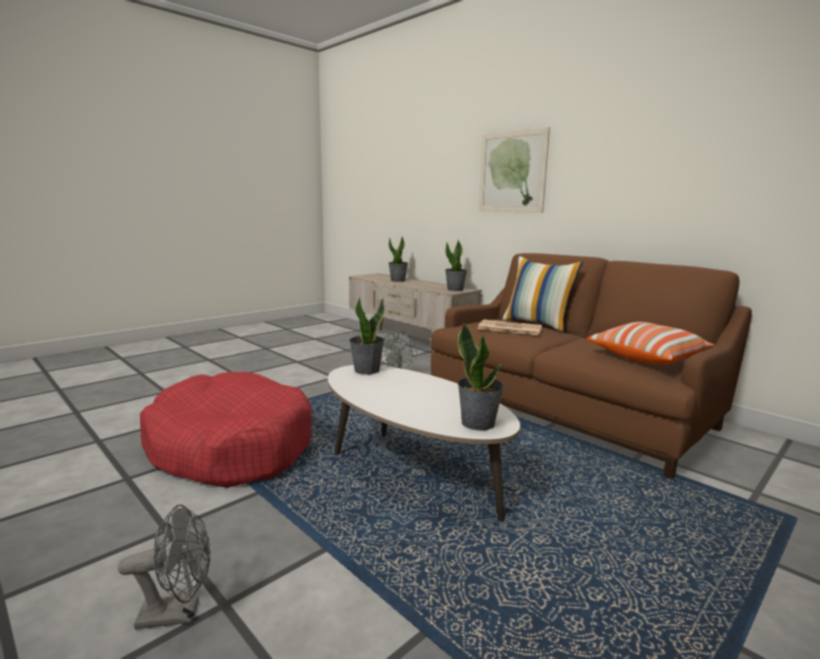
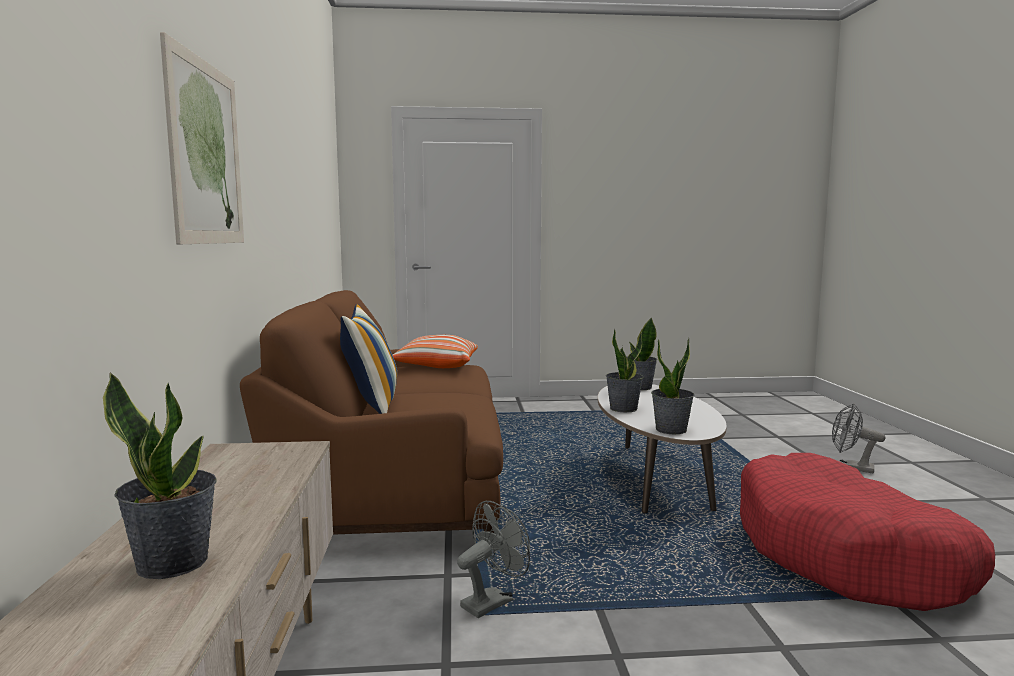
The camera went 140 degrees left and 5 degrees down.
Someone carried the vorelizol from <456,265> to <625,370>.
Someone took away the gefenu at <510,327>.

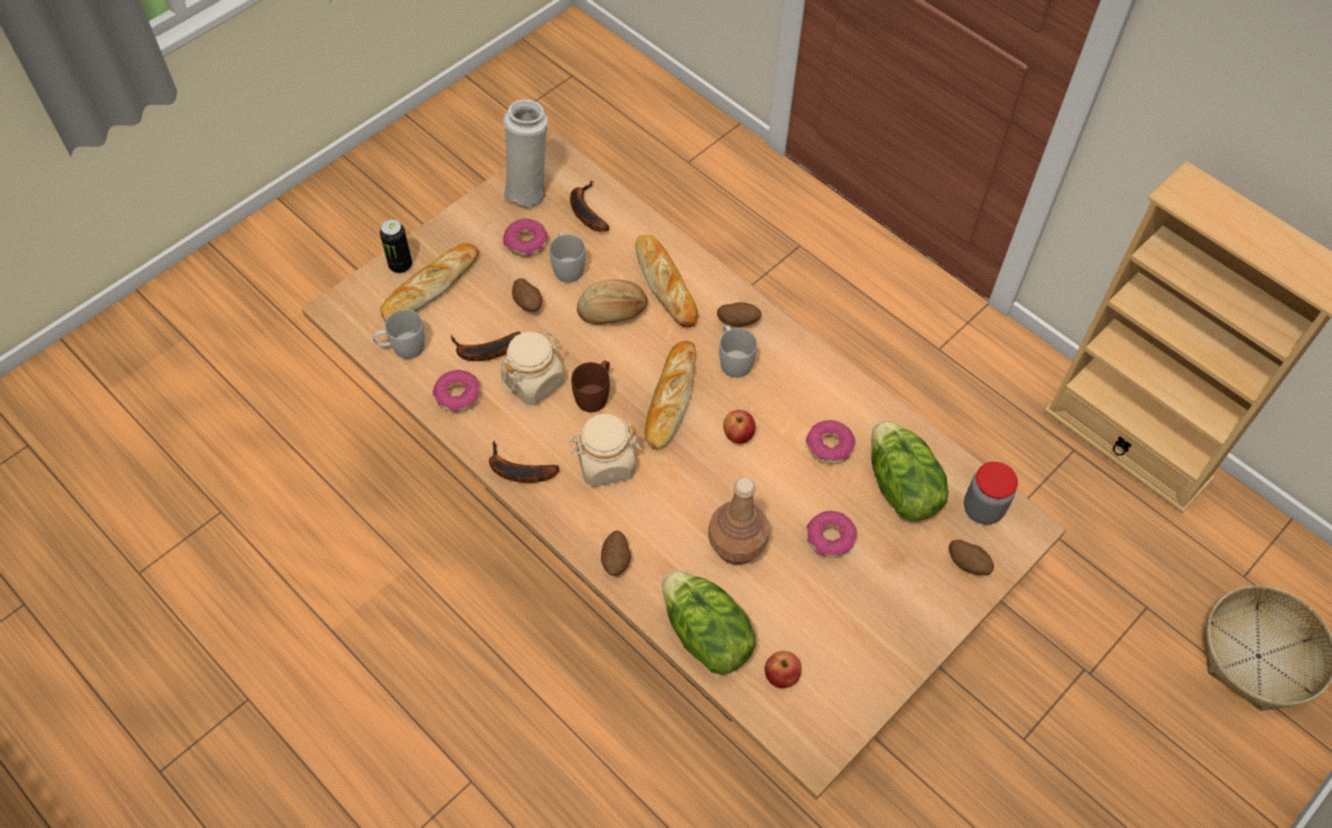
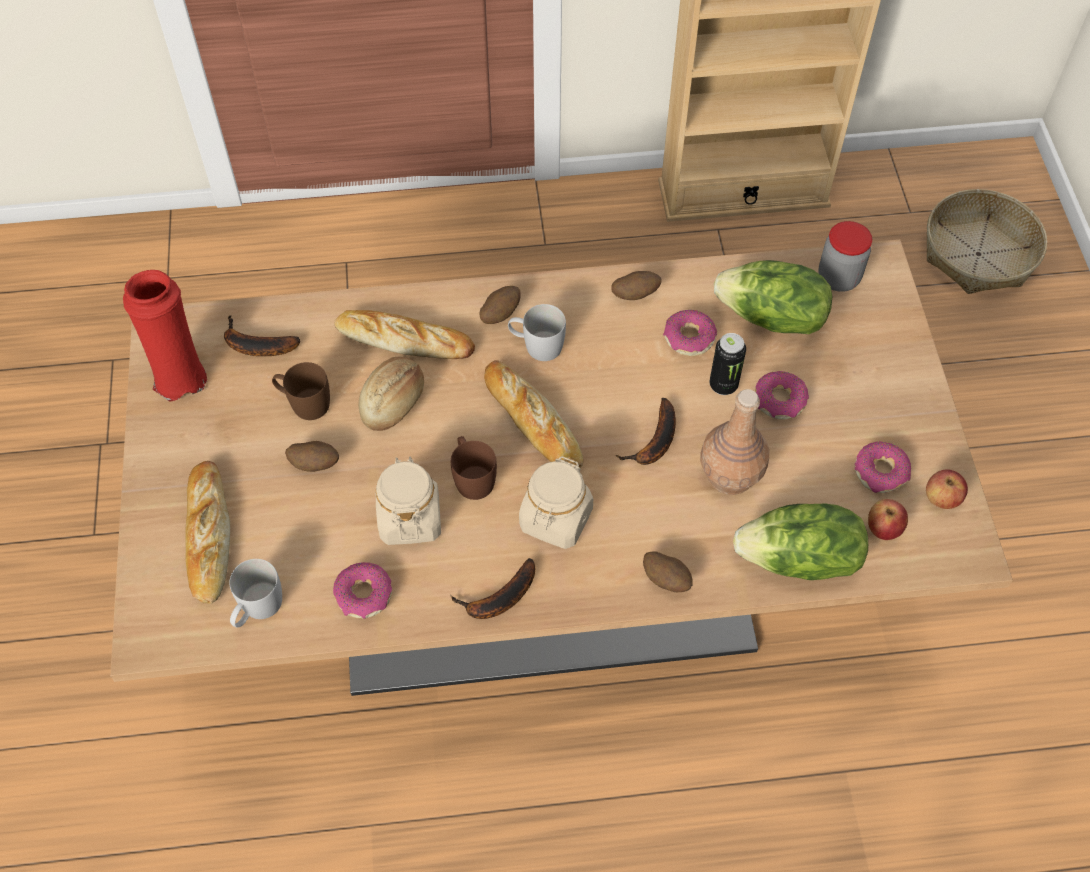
The camera went 50 degrees left and 0 degrees up.
Someone carried the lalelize from <396,246> to <727,364>.
Someone carried the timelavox from <486,346> to <646,431>.
Someone repainted the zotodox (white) at <525,154>, which became the zotodox (red) at <165,336>.
Someone carried the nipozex from <525,237> to <882,467>.
Someone repainted the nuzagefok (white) at <567,257>, which became the nuzagefok (brown) at <301,391>.
Someone carried the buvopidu from <739,427> to <947,489>.
Someone carried the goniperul from <971,557> to <636,285>.

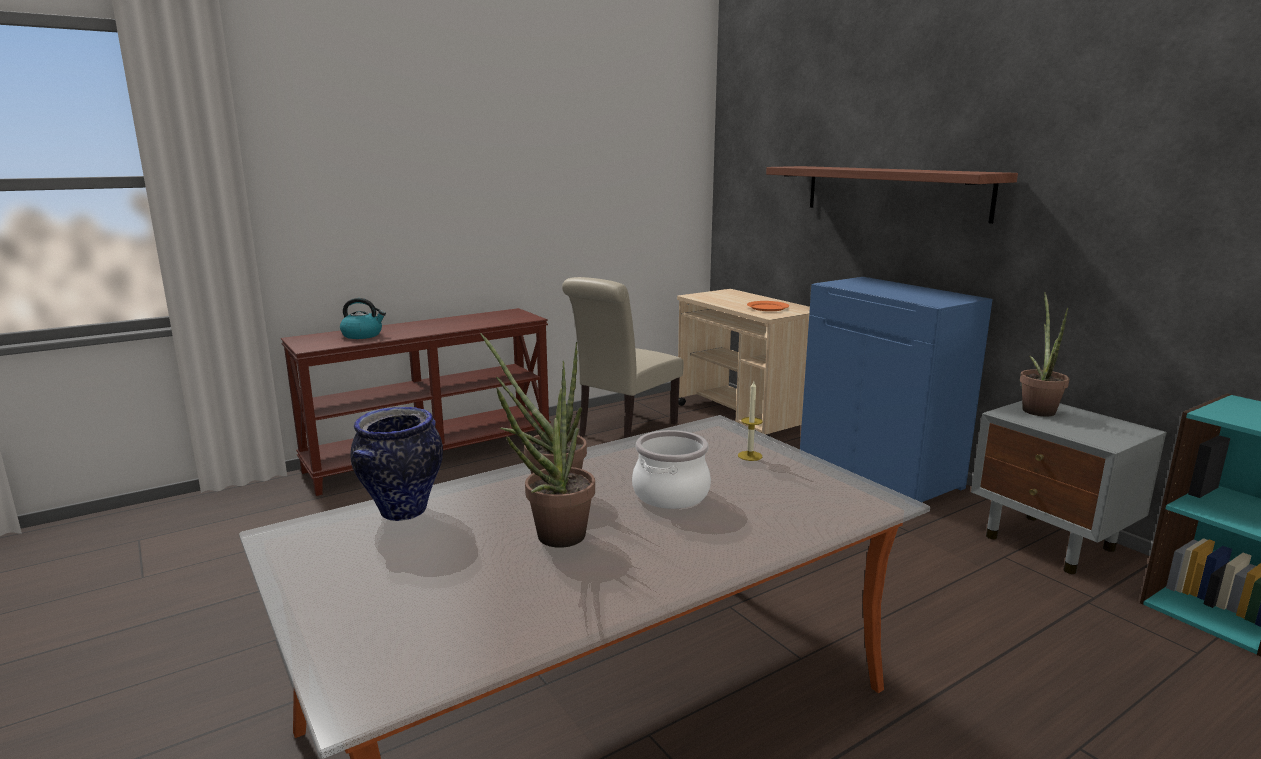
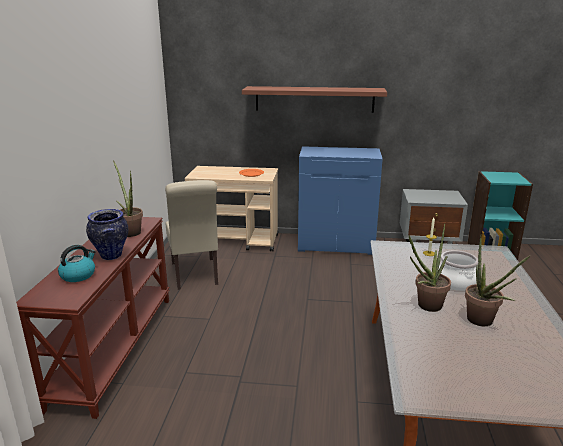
The camera went 50 degrees left and 5 degrees up.
Someone carried the zotodox from <396,464> to <107,234>.
Someone carried the vorelizol from <1044,354> to <128,198>.

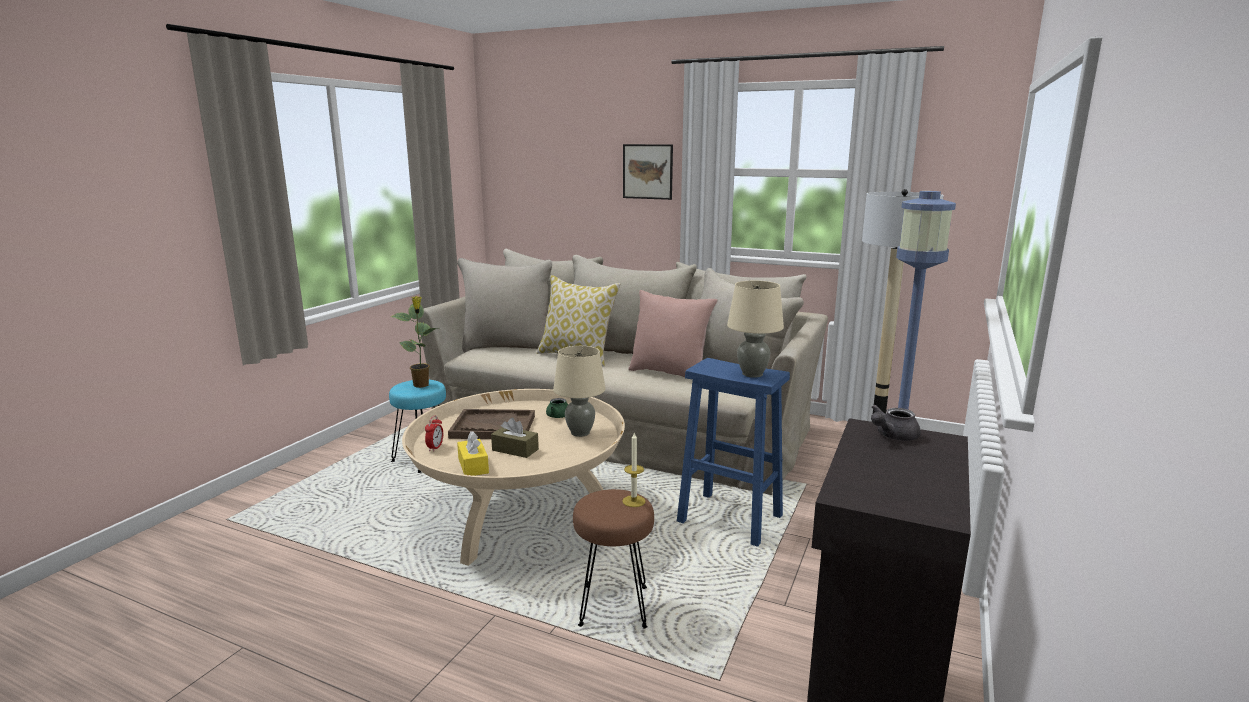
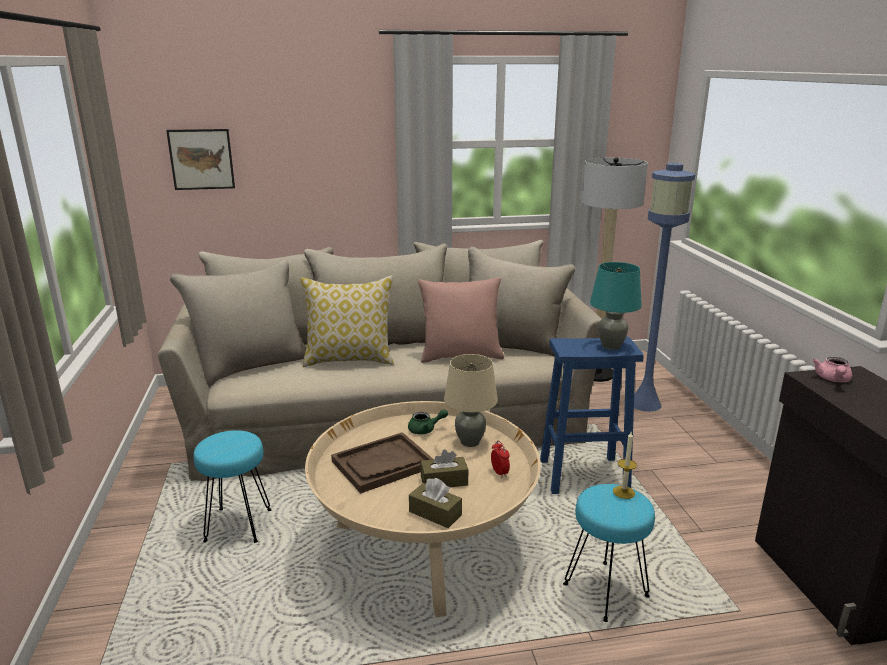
The camera went 35 degrees left and 5 degrees up.
Someone took away the vorelizol at <413,342>.
Someone carried the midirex from <434,434> to <500,459>.
Someone repainted the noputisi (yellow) at <473,453>, which became the noputisi (brown) at <435,503>.
Someone repainted the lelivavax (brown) at <613,558>, which became the lelivavax (turquoise) at <609,553>.
Someone carried the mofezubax from <648,172> to <200,159>.
Someone repainted the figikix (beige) at <755,329>, which became the figikix (turquoise) at <616,306>.
Someone repainted the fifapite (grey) at <896,423>, which became the fifapite (pink) at <832,369>.

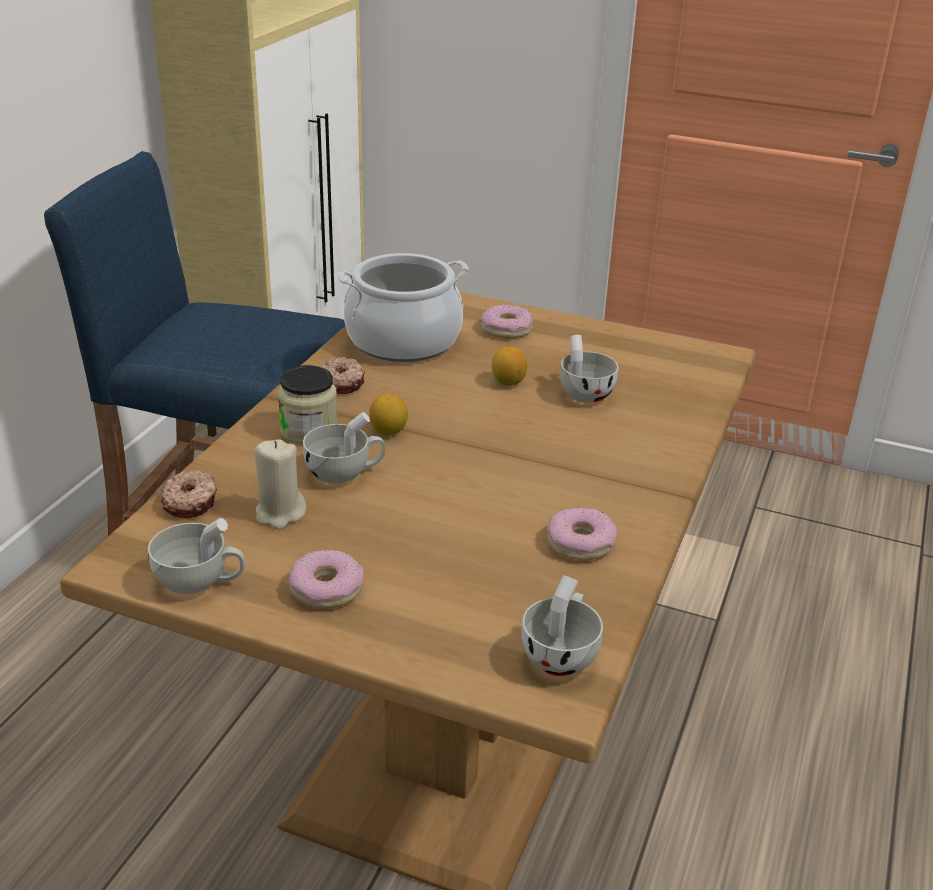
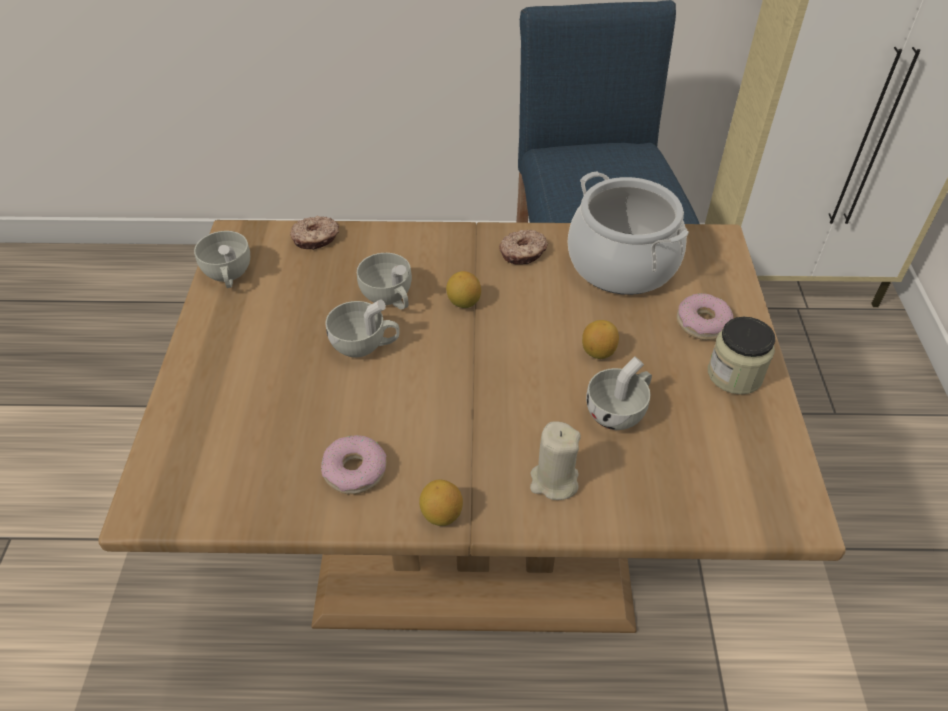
The camera went 70 degrees right and 15 degrees up.
Someone carried the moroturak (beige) from <281,484> to <555,460>.
Someone carried the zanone from <308,404> to <741,356>.
Someone took away the nipozex at <326,579>.
Someone carried the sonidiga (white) from <562,625> to <362,328>.
Someone put down the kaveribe at <441,503>.

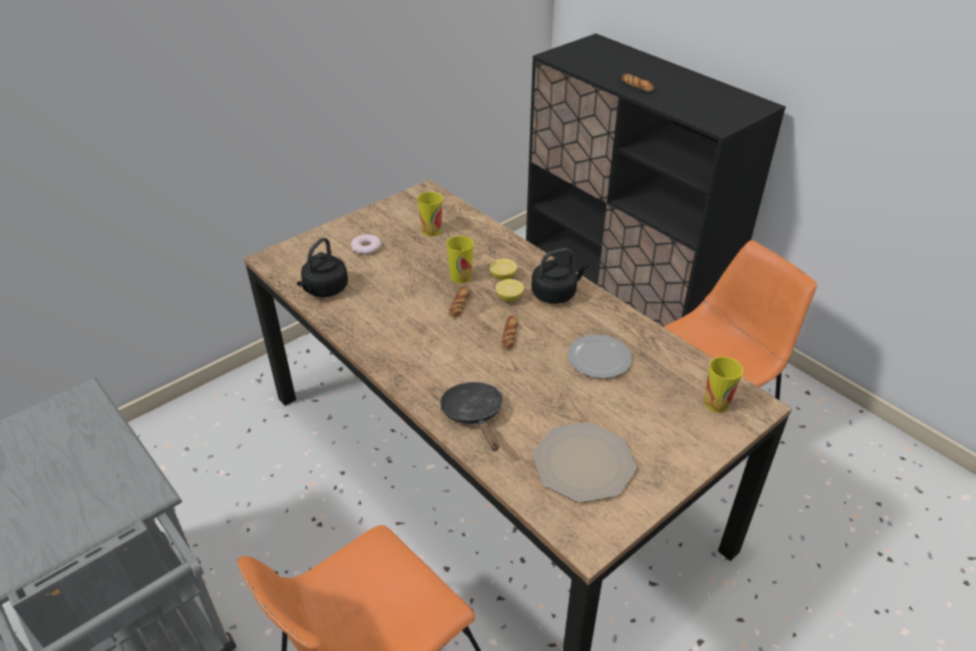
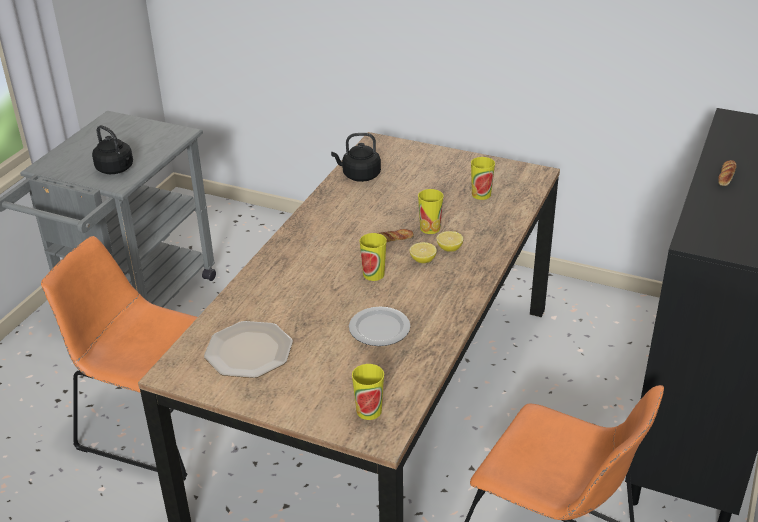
The camera went 65 degrees right and 5 degrees down.
Someone took away the nipozex at <366,244>.
Someone took away the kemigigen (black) at <471,416>.
Someone swapped the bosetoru at <509,333> for the sonidiga at <373,257>.
Someone carried the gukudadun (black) from <560,276> to <112,149>.

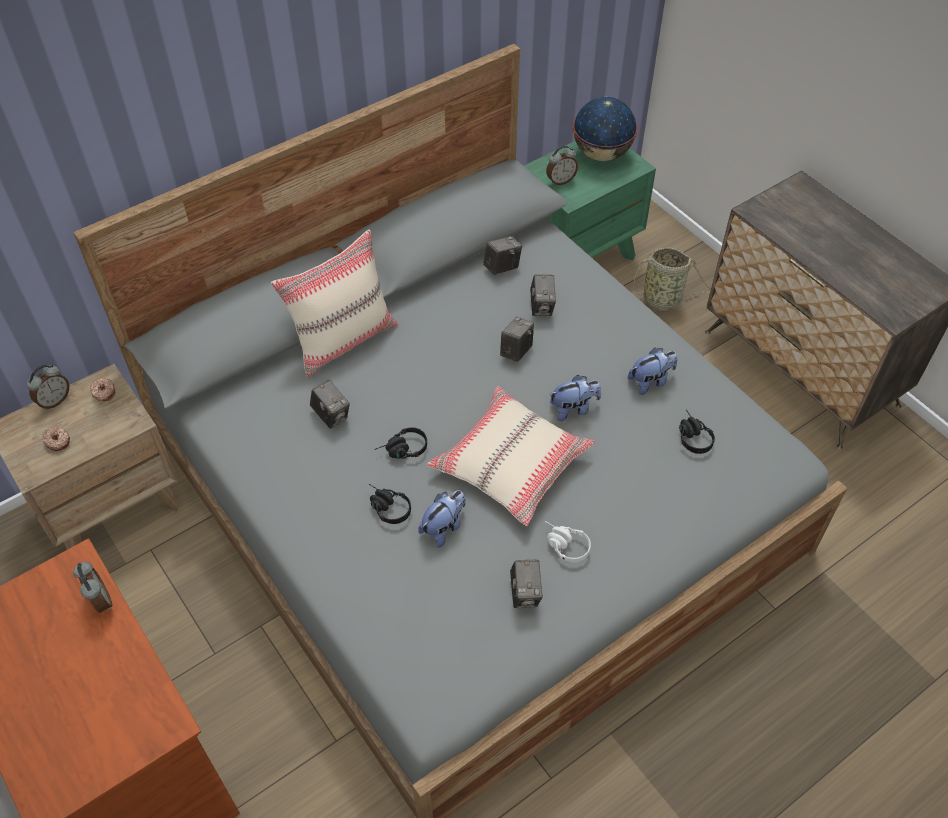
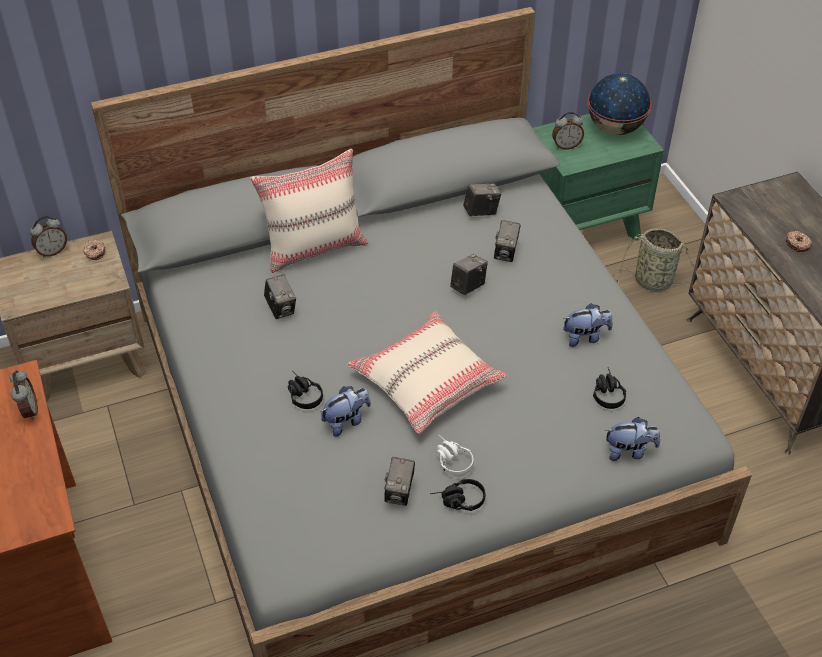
The camera went 15 degrees right and 5 degrees down.
Someone carried the nipozex from <56,439> to <799,241>.
Someone carried the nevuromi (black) from <401,443> to <457,495>.
Someone carried the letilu from <575,398> to <632,439>.

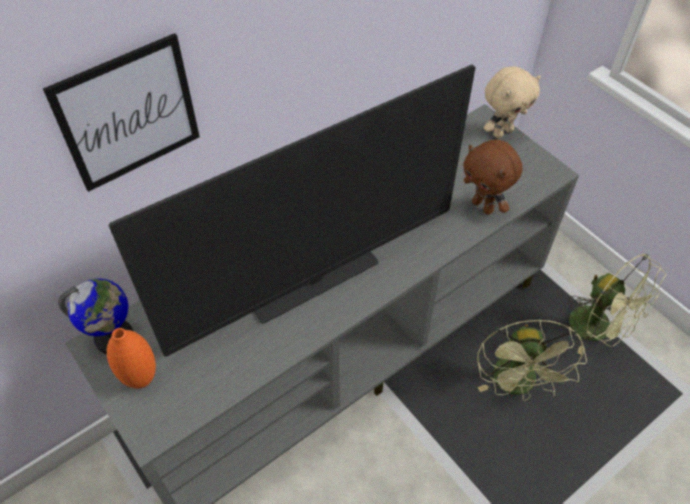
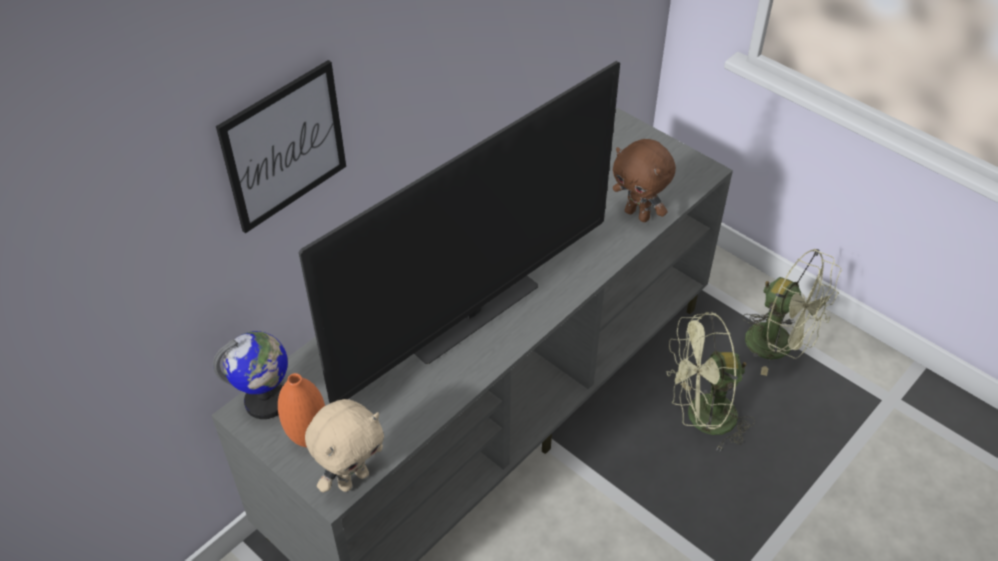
The camera went 10 degrees left and 5 degrees down.
Someone rotated the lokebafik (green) at <532,360> by 90 degrees clockwise.
Someone carried the letilu (beige) from <512,102> to <344,446>.

